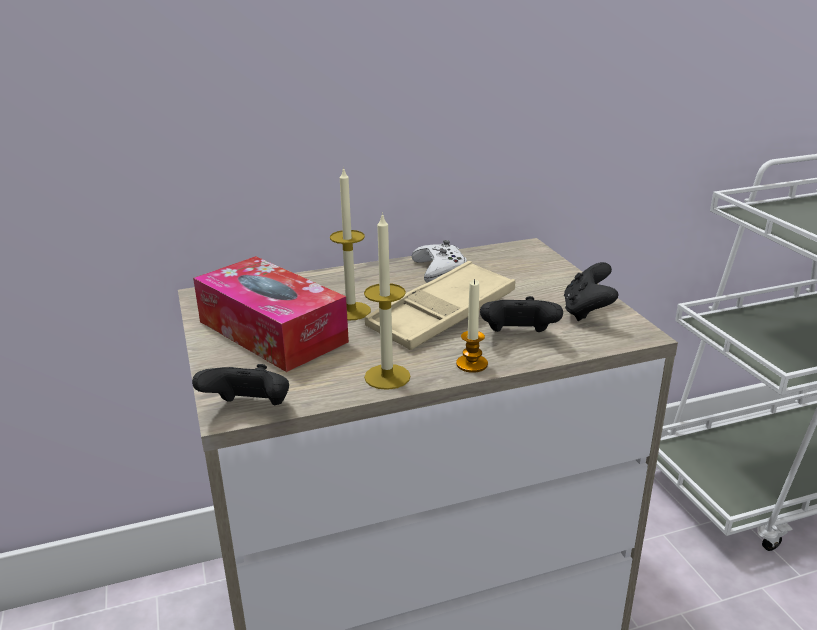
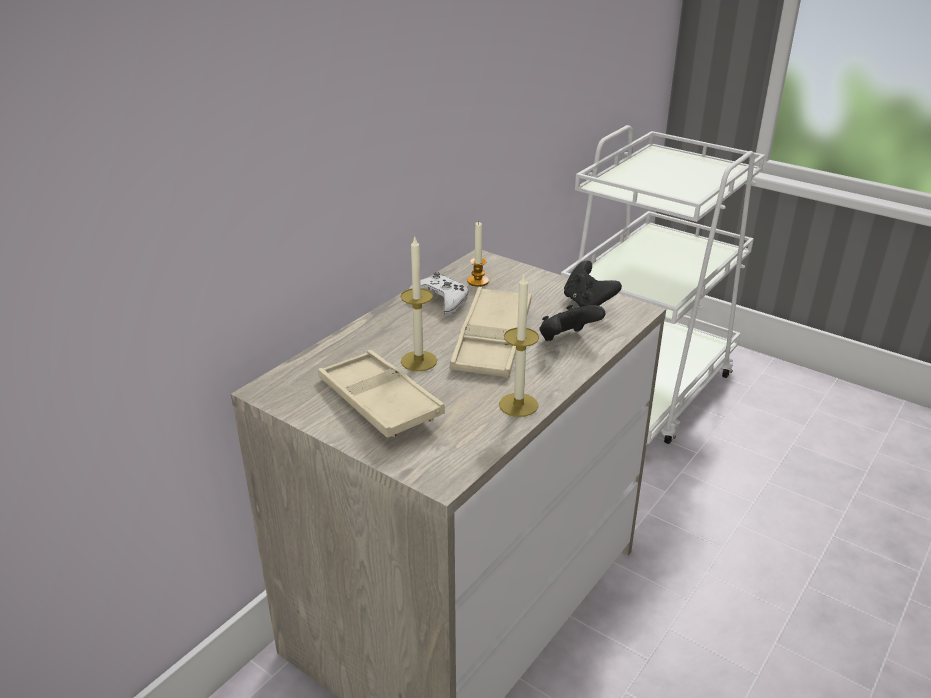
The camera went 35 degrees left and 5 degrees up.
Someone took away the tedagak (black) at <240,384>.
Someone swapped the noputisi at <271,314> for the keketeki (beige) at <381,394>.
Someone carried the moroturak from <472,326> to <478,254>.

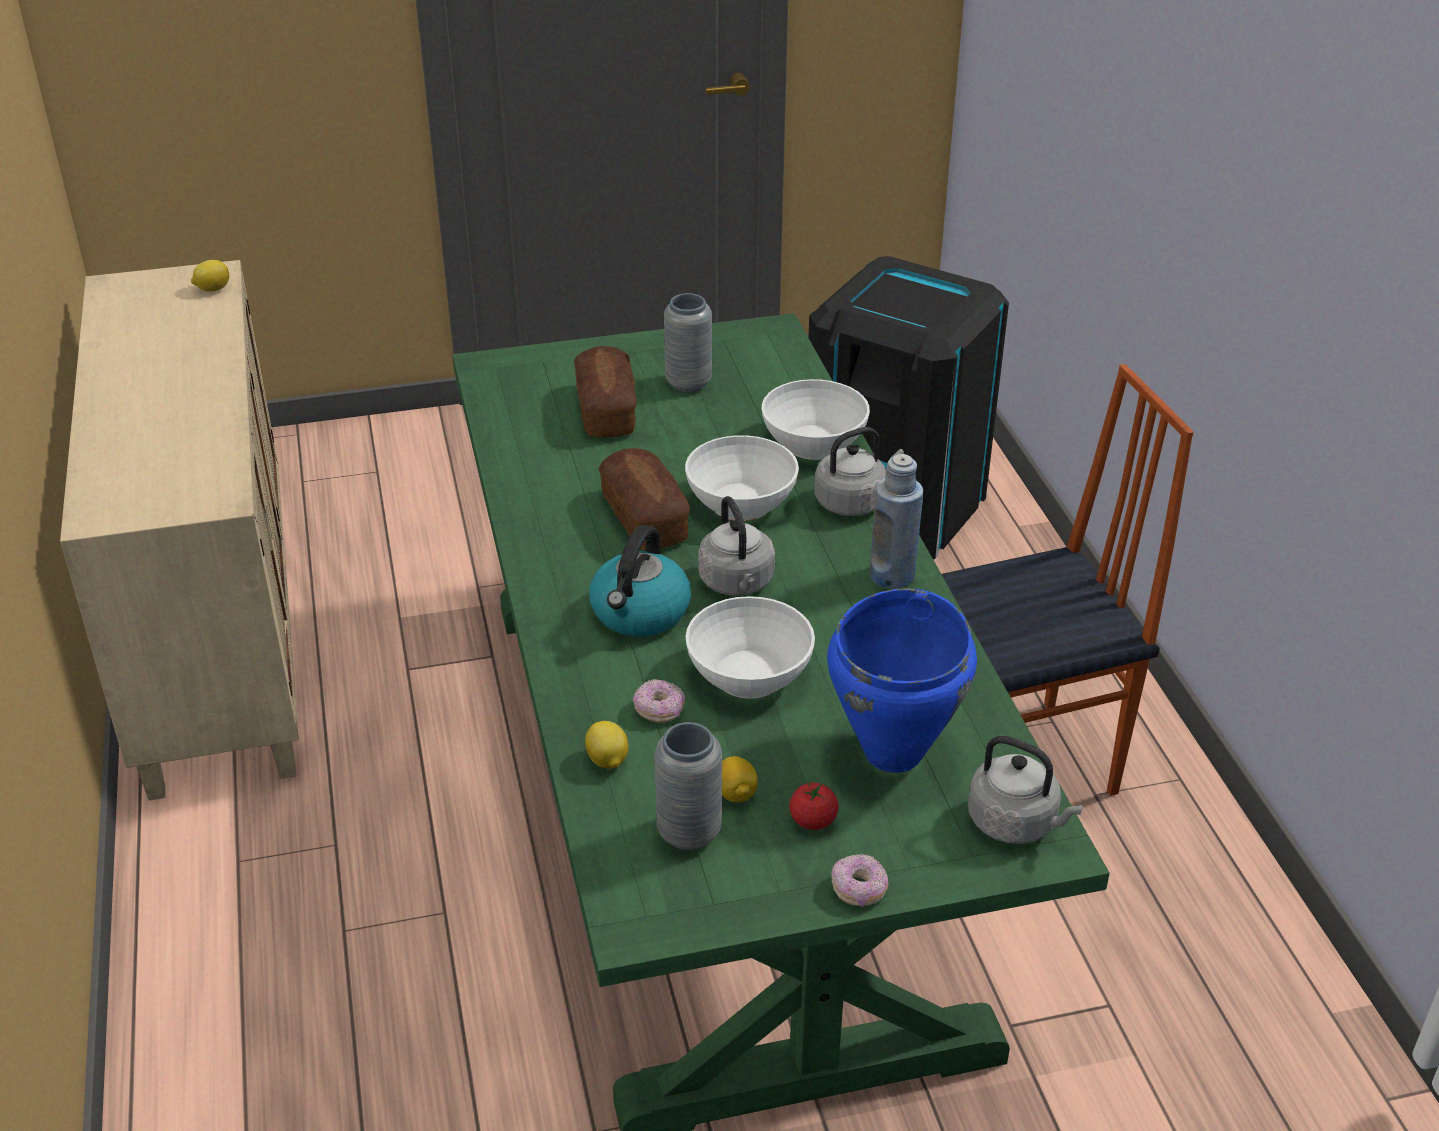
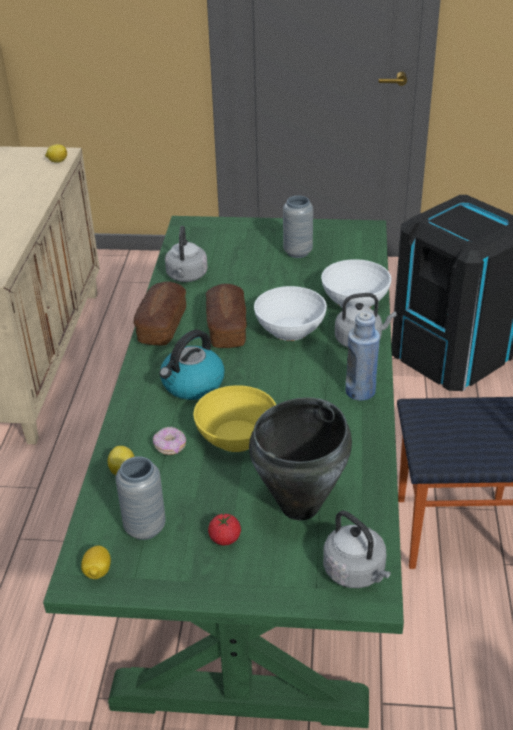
The camera went 20 degrees right and 0 degrees up.
Someone carried the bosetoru from <605,391> to <159,313>.
Someone repainted the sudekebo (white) at <750,647>, which became the sudekebo (yellow) at <234,418>.
Someone carried the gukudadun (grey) from <736,546> to <186,254>.
Someone carried the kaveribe from <740,779> to <96,562>.
Someone repainted the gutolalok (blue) at <902,680>, which became the gutolalok (black) at <300,459>.
Someone took away the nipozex at <859,880>.

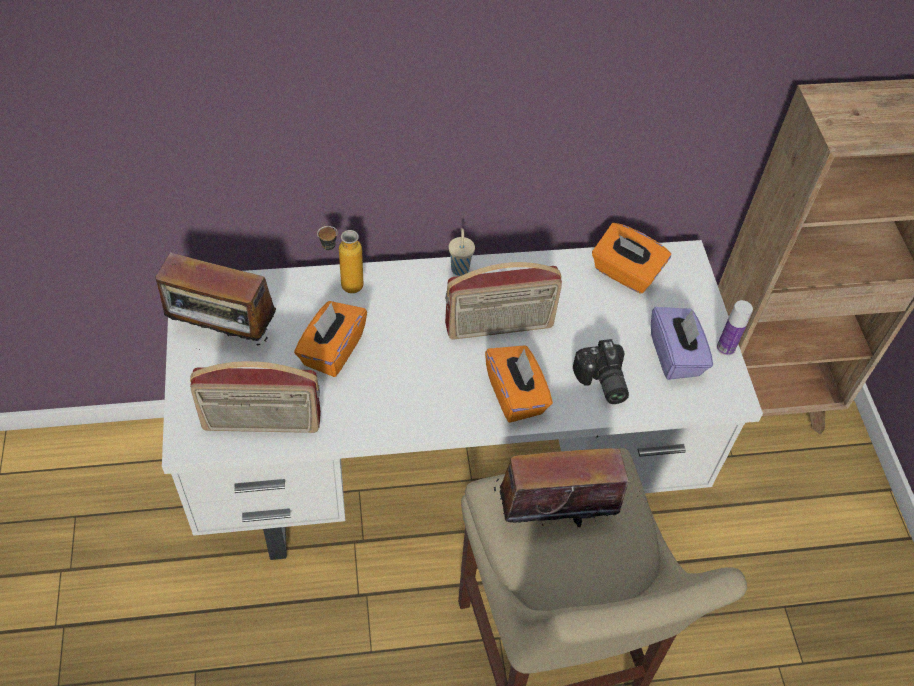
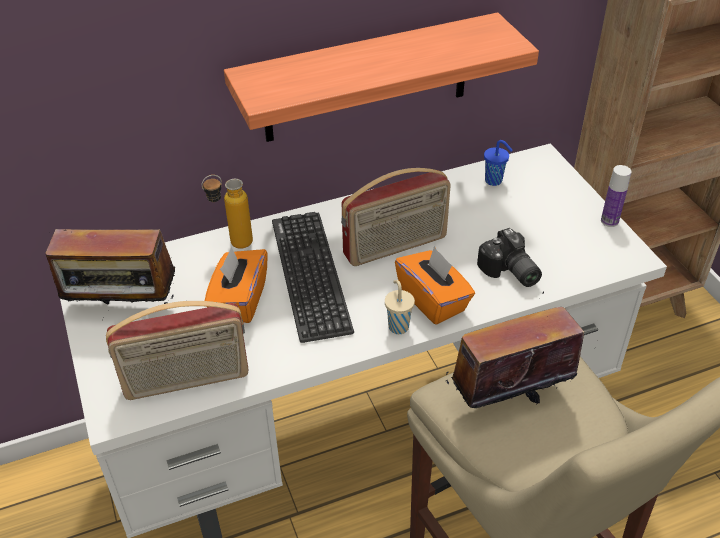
The camera went 10 degrees left and 10 degrees down.
Someone carried the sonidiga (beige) from <462,252> to <400,307>.
Someone swapped the noputisi (orange) at <631,258> for the sonidiga (blue) at <498,163>.
Someone took away the noputisi (purple) at <682,343>.
Someone put up the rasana at <381,77>.
Someone put down the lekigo at <313,277>.

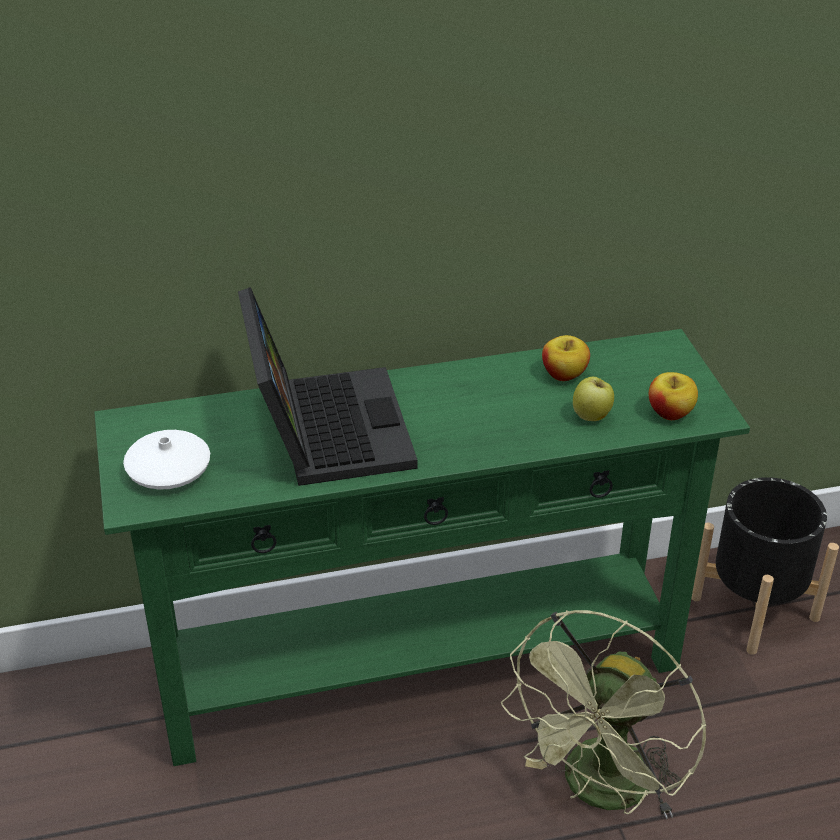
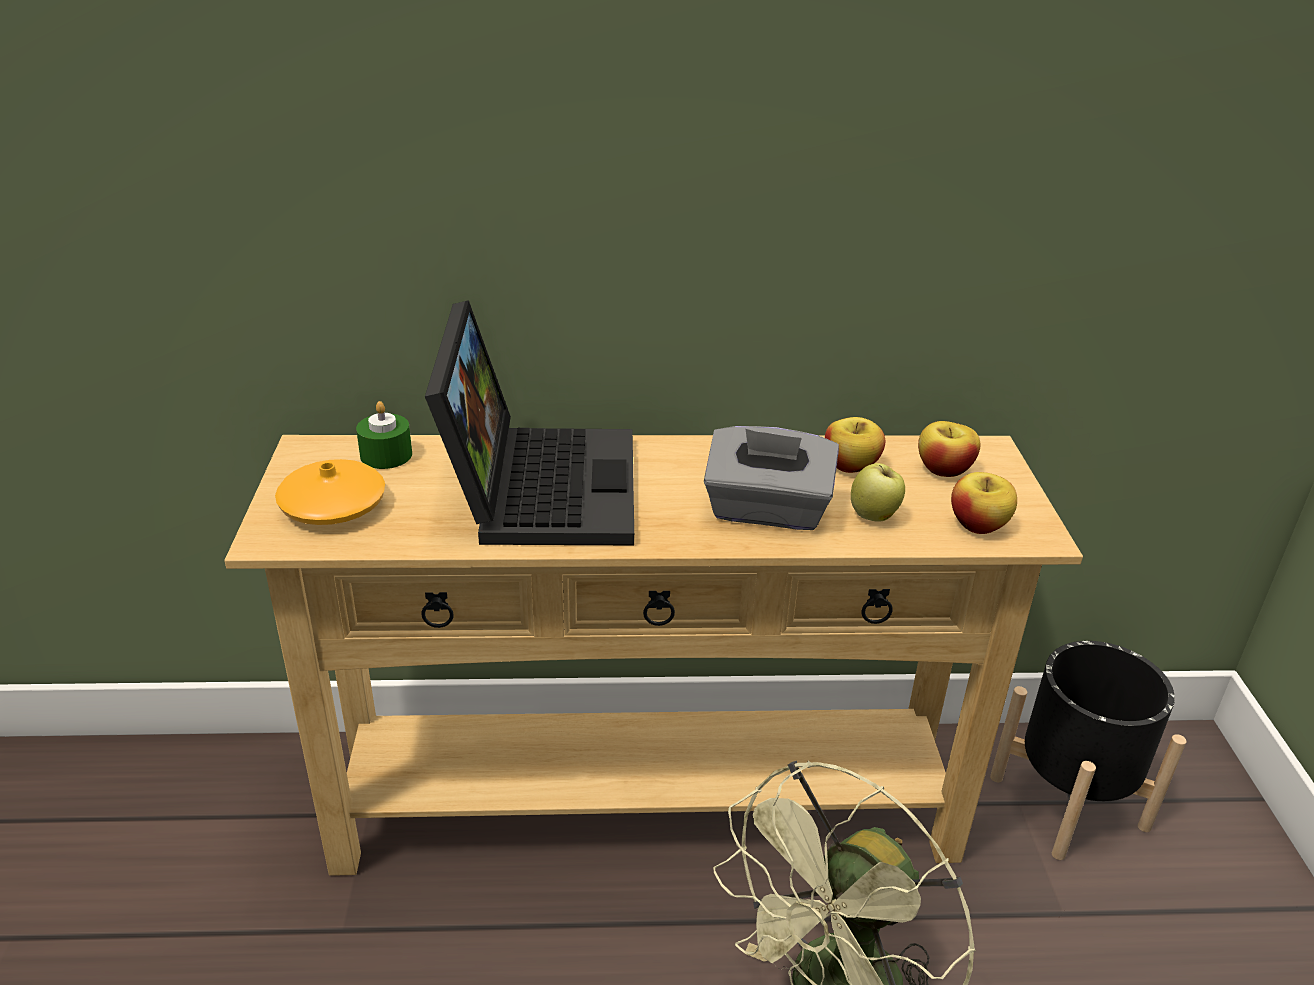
The camera went 10 degrees right and 5 degrees down.
Someone repainted the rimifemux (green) at <422,547>, which became the rimifemux (beige) at <653,655>.
Someone repainted the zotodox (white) at <166,460>, which became the zotodox (orange) at <330,492>.
Someone put down the moroturak (green) at <384,435>.
Someone put down the noputisi (grey) at <771,478>.
Someone put down the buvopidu at <949,449>.

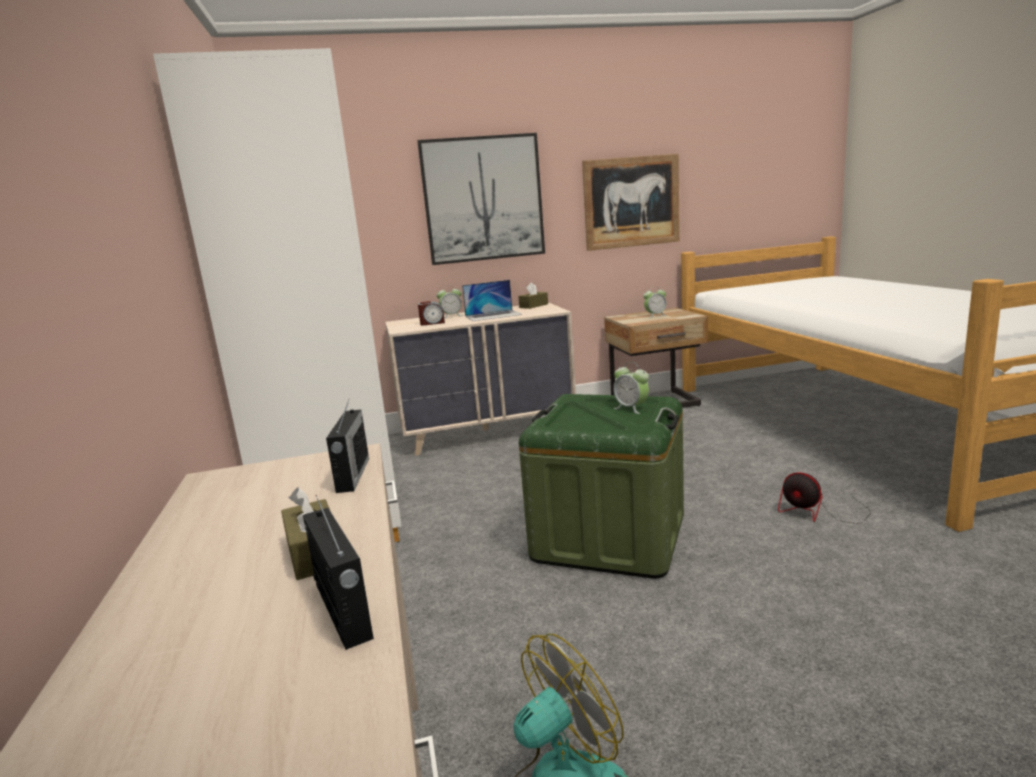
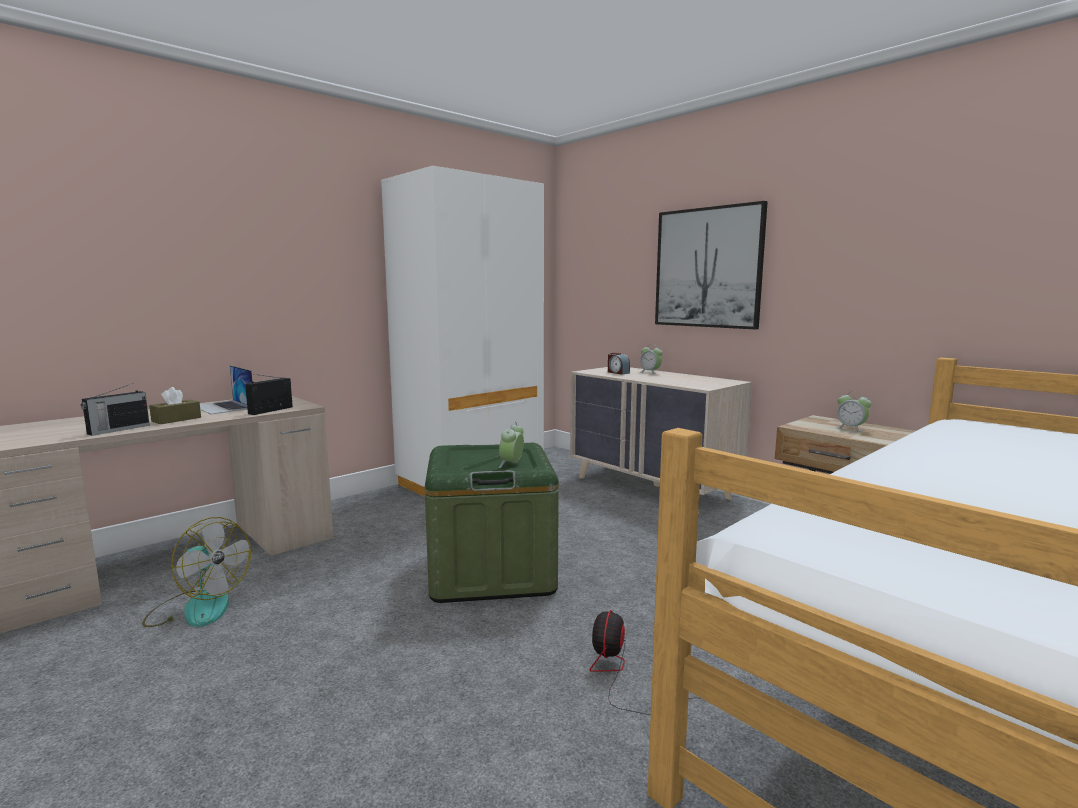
The camera went 60 degrees right and 5 degrees down.
Someone rotated the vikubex at <347,446> by 150 degrees clockwise.
Someone carried the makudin from <492,300> to <226,389>.
Someone took away the noputisi (brown) at <533,295>.
Someone took away the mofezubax at <631,202>.

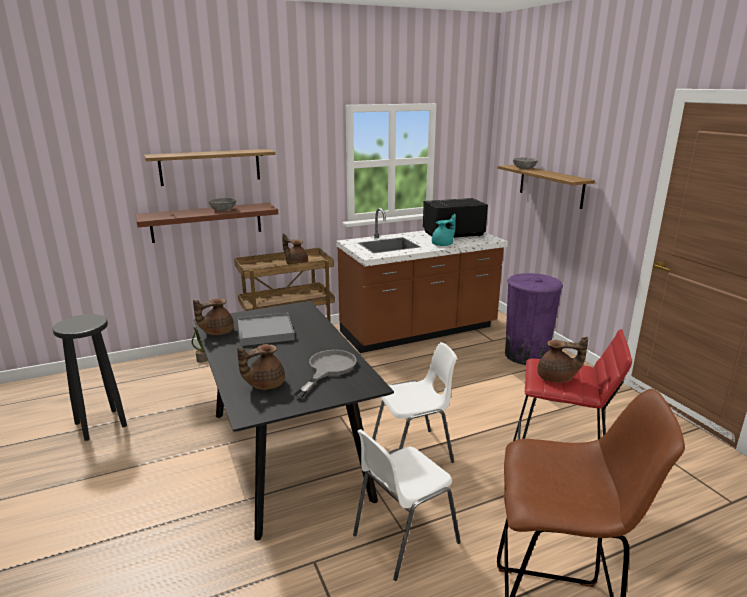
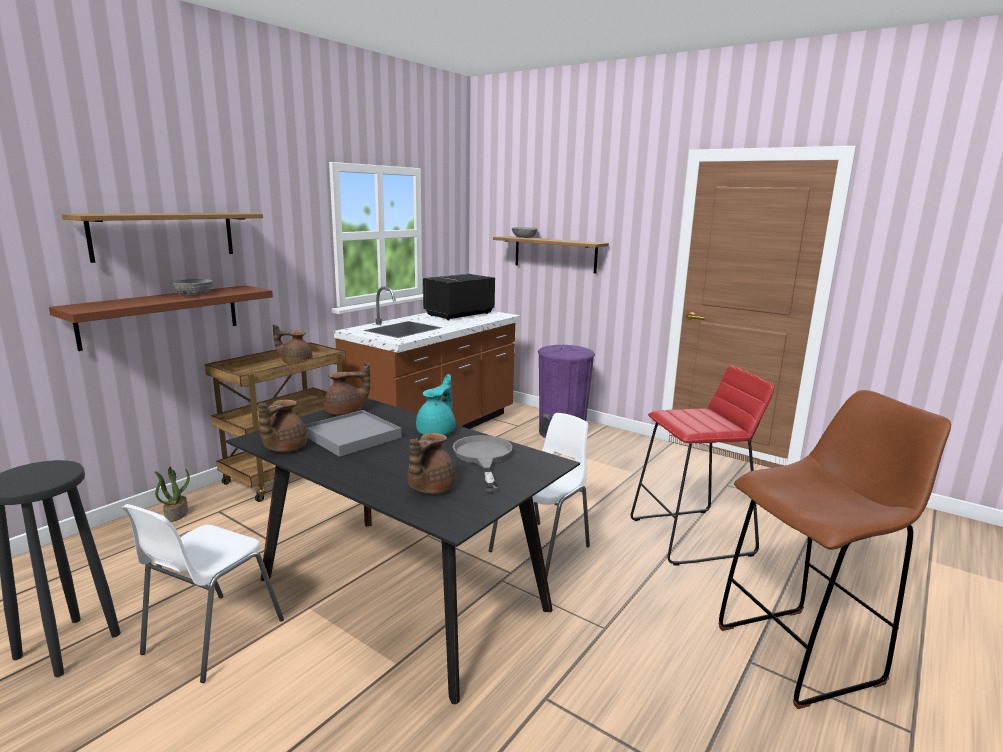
The camera went 30 degrees left and 5 degrees down.
Someone carried the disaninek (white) from <406,505> to <203,593>.
Someone carried the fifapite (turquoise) from <444,230> to <436,404>.
Someone carried the fifapite (brown) from <562,359> to <347,389>.

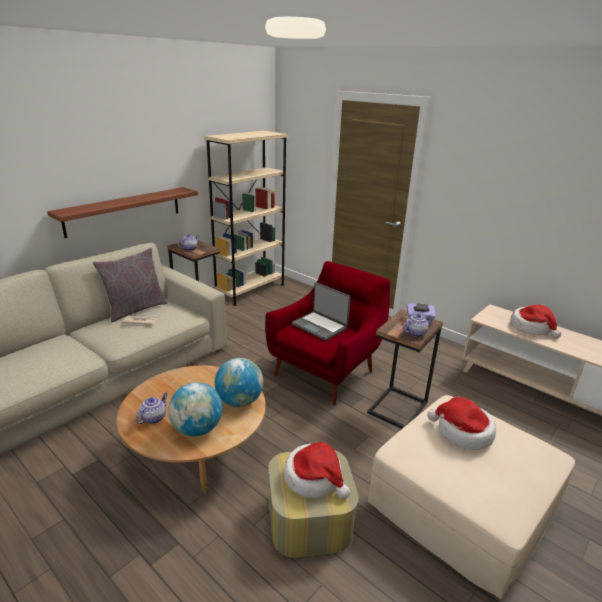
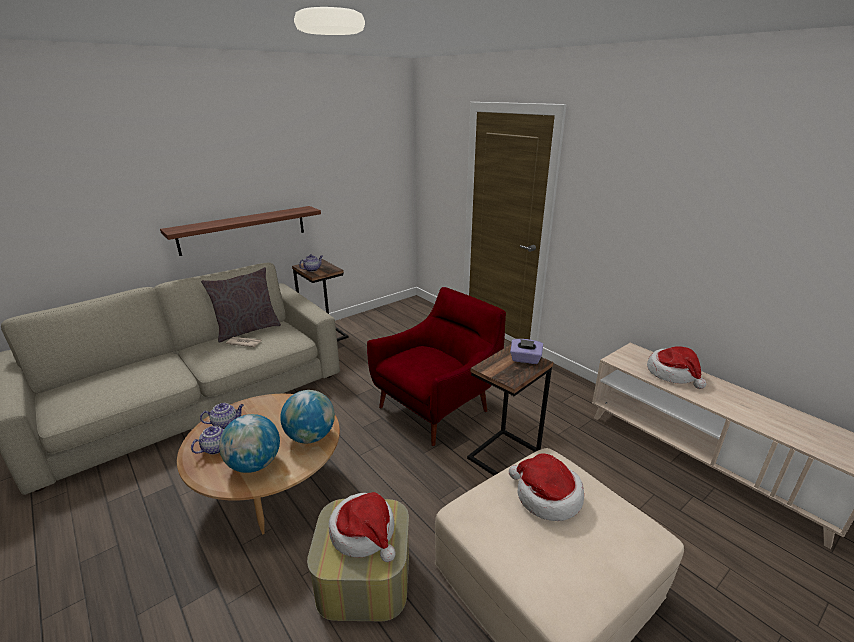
The camera went 10 degrees right and 0 degrees up.
Someone took away the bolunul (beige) at <246,218>.
Someone took away the makudin at <321,311>.
Someone carried the fifapite from <417,325> to <222,416>.

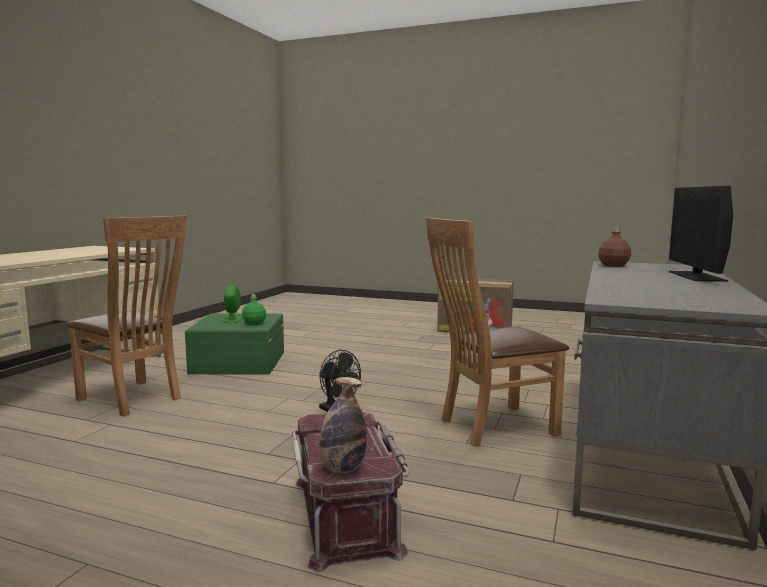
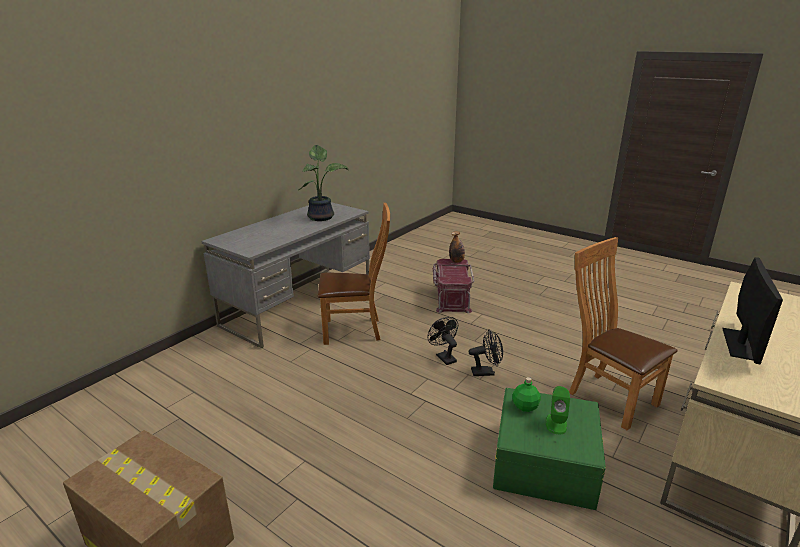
The camera went 165 degrees left and 15 degrees up.
Someone took away the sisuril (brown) at <614,247>.
Someone carried the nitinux from <701,234> to <752,311>.
Someone put down the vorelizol at <323,183>.
Someone put down the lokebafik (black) at <485,352>.

